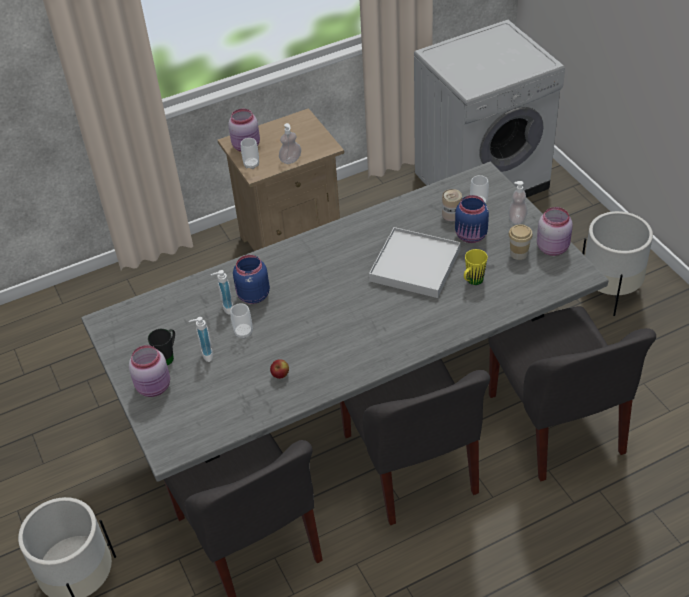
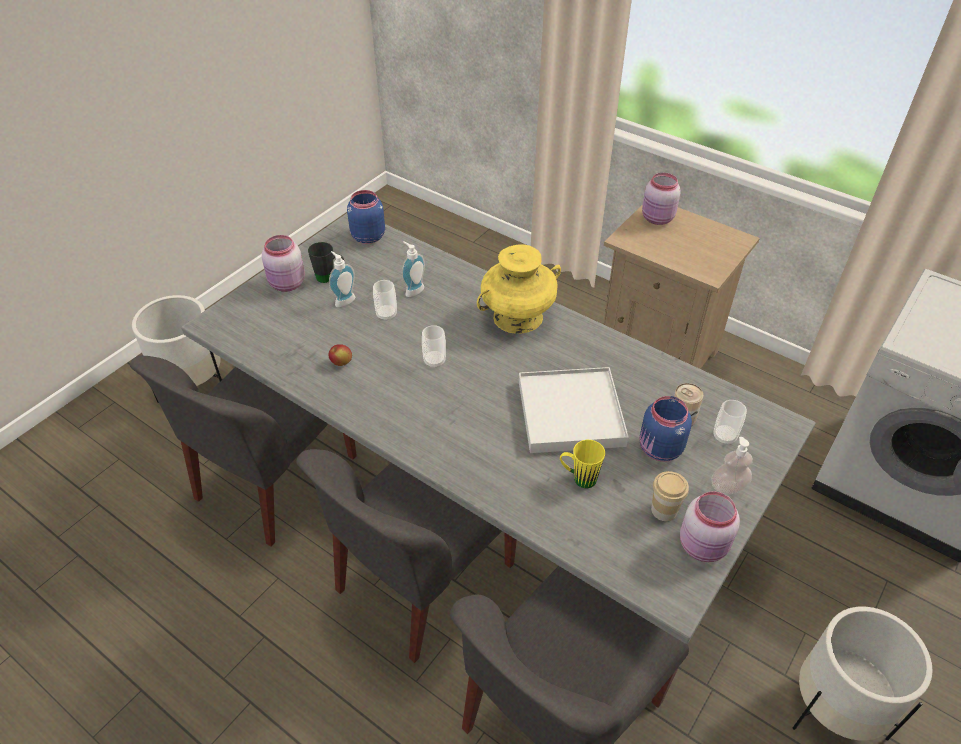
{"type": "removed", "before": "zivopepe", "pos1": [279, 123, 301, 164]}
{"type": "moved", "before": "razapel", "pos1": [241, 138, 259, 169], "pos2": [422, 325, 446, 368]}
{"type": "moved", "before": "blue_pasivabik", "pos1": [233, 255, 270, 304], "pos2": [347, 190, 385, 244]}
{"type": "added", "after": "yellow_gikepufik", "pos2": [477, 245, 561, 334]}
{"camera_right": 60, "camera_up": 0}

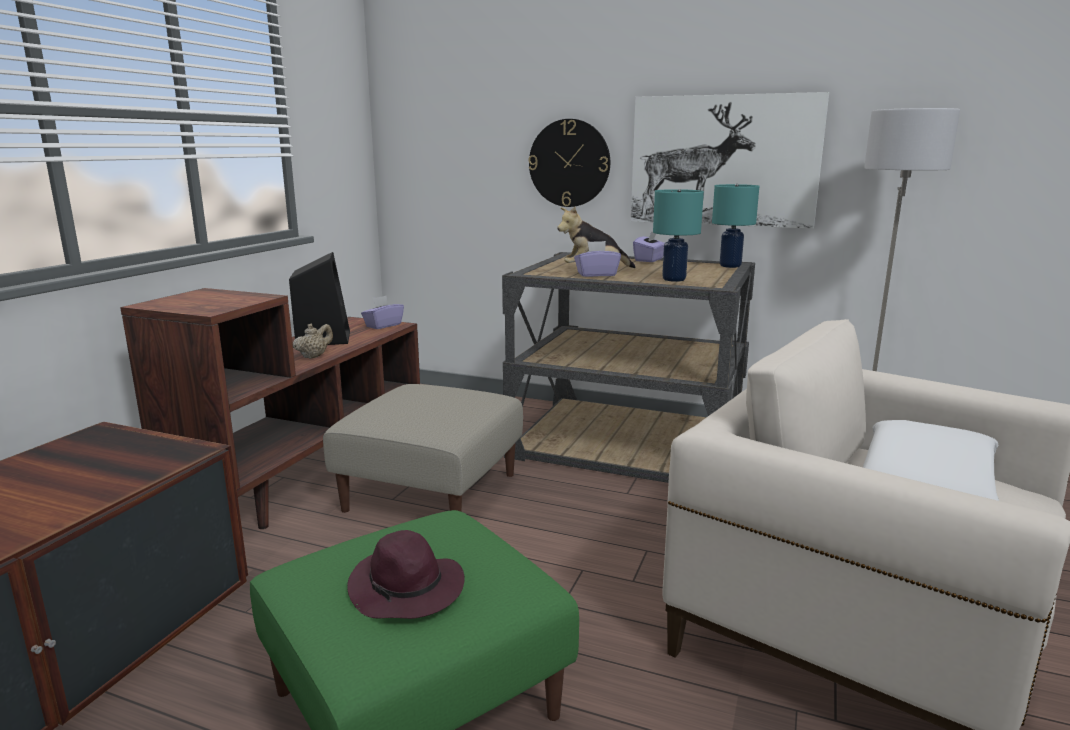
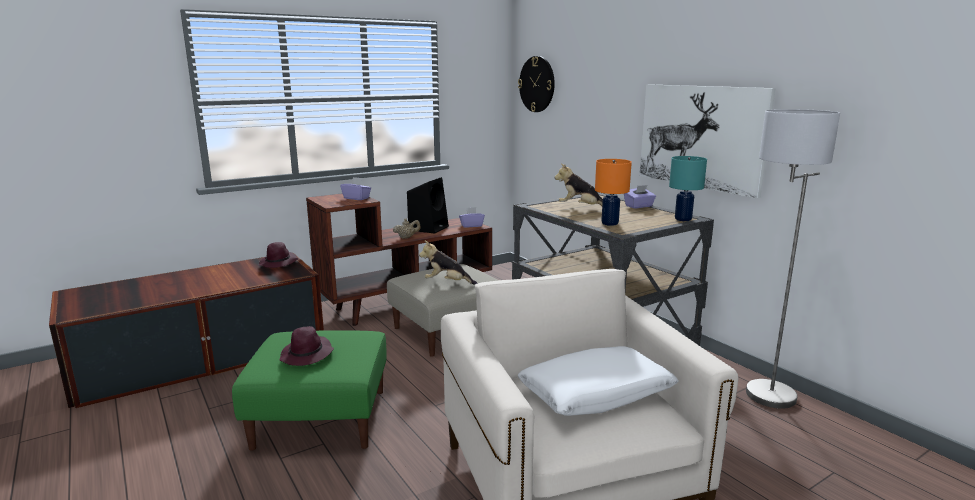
{"type": "moved", "before": "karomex", "pos1": [529, 119, 610, 207], "pos2": [518, 56, 555, 112]}
{"type": "recoloured", "before": "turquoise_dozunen", "after": "orange_dozunen", "pos1": [653, 189, 704, 282], "pos2": [595, 159, 632, 226]}
{"type": "moved", "before": "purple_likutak", "pos1": [574, 241, 621, 277], "pos2": [340, 177, 371, 200]}
{"type": "added", "after": "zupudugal", "pos2": [419, 240, 478, 285]}
{"type": "added", "after": "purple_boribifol", "pos2": [259, 242, 299, 268]}
{"camera_right": 35, "camera_up": 0}

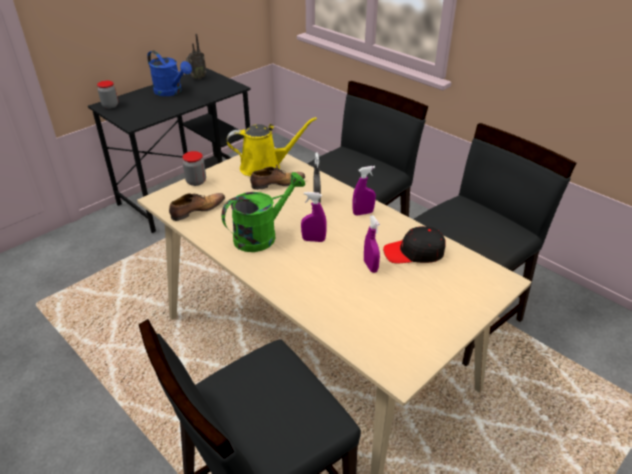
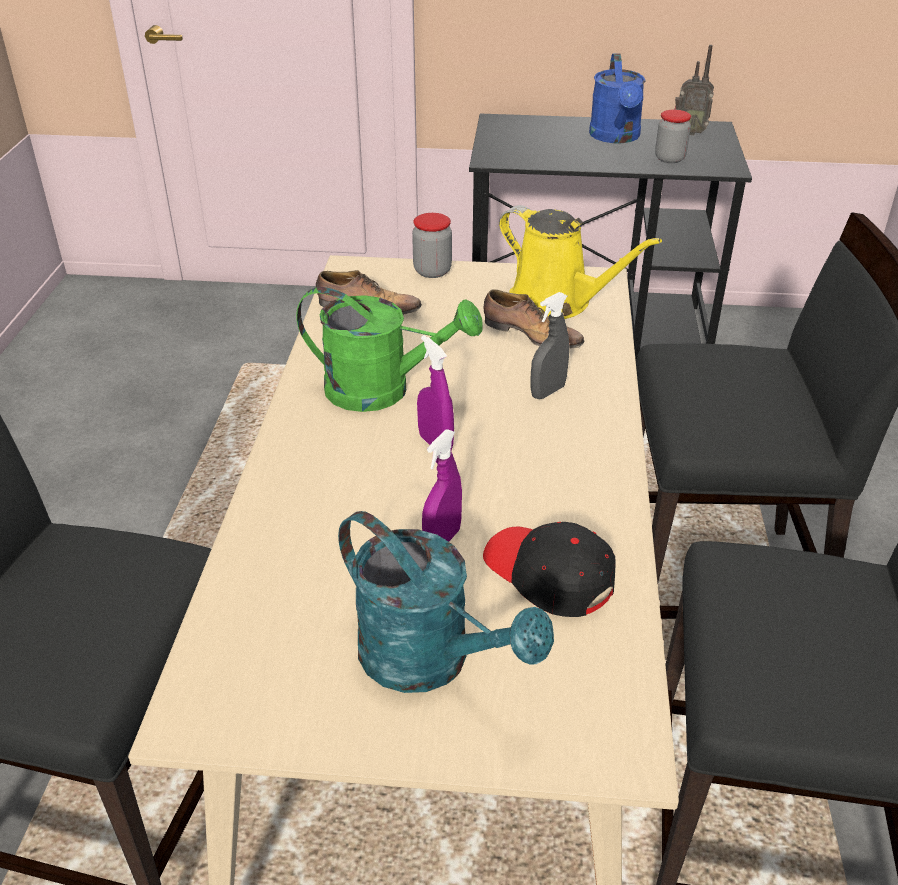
{"type": "moved", "before": "pasivabik", "pos1": [97, 80, 118, 109], "pos2": [655, 110, 691, 163]}
{"type": "removed", "before": "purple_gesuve", "pos1": [352, 166, 376, 216]}
{"type": "added", "after": "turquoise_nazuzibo", "pos2": [338, 511, 554, 693]}
{"camera_right": 50, "camera_up": 0}

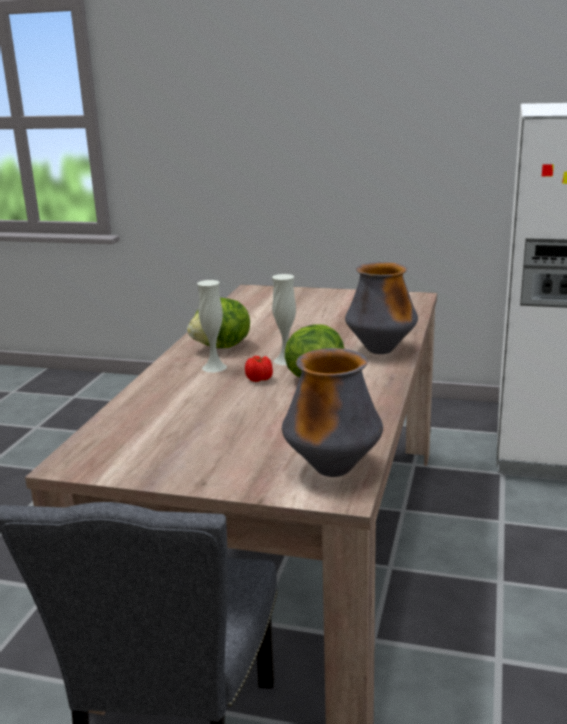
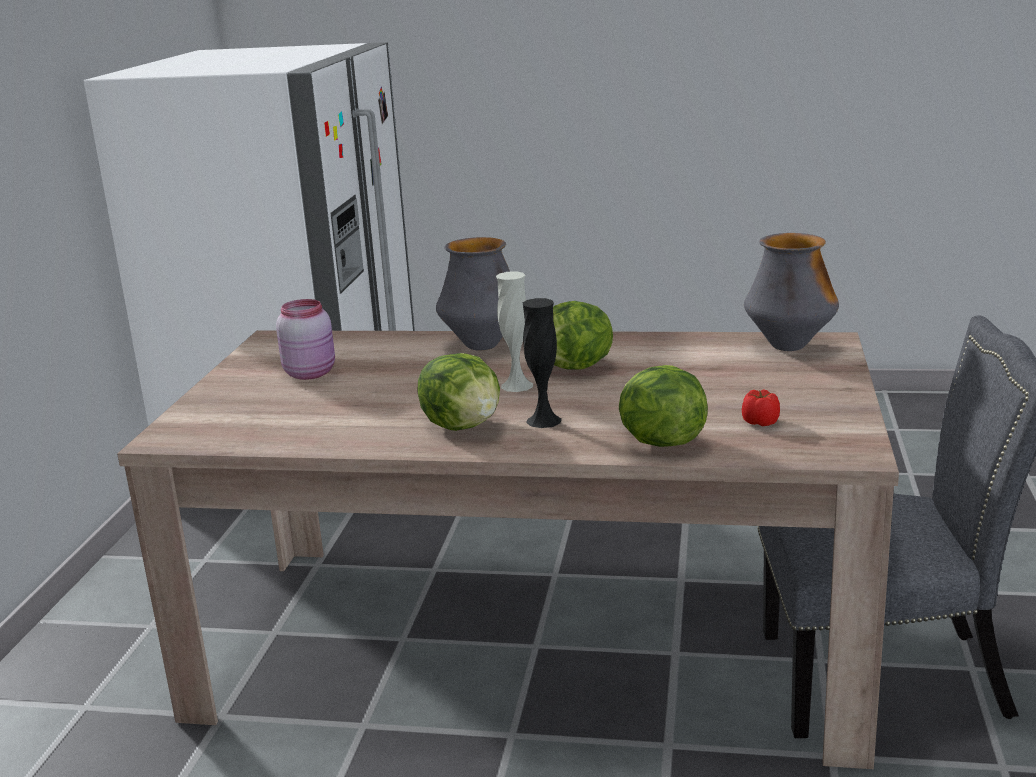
{"type": "recoloured", "before": "white_gikepufik", "after": "black_gikepufik", "pos1": [197, 280, 227, 372], "pos2": [523, 298, 562, 428]}
{"type": "moved", "before": "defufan", "pos1": [245, 356, 273, 382], "pos2": [742, 389, 780, 426]}
{"type": "added", "after": "pink_pasivabik", "pos2": [276, 299, 335, 380]}
{"type": "added", "after": "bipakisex", "pos2": [619, 365, 708, 447]}
{"camera_right": -95, "camera_up": 0}

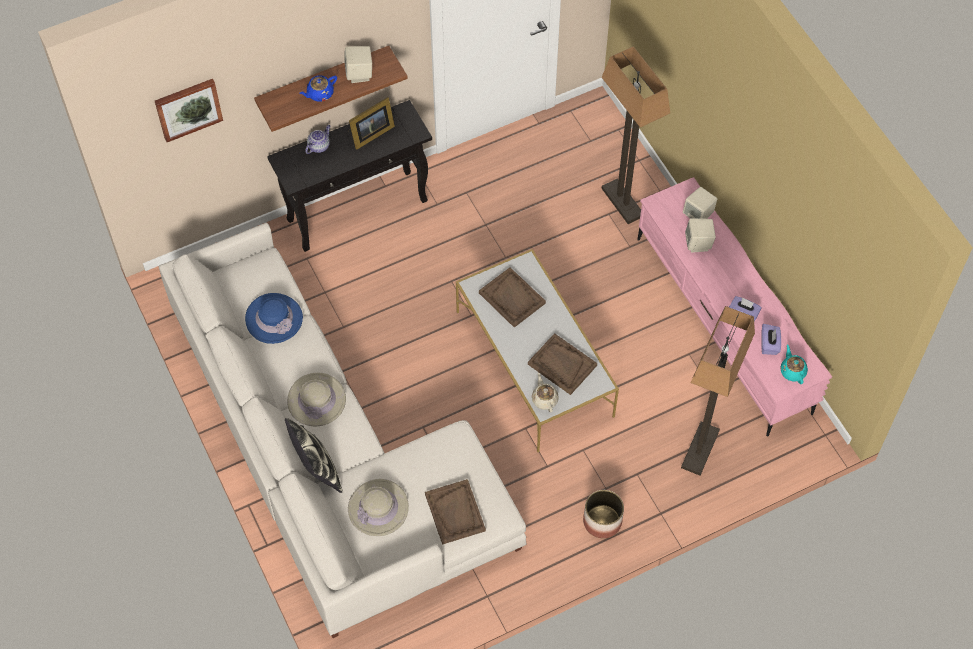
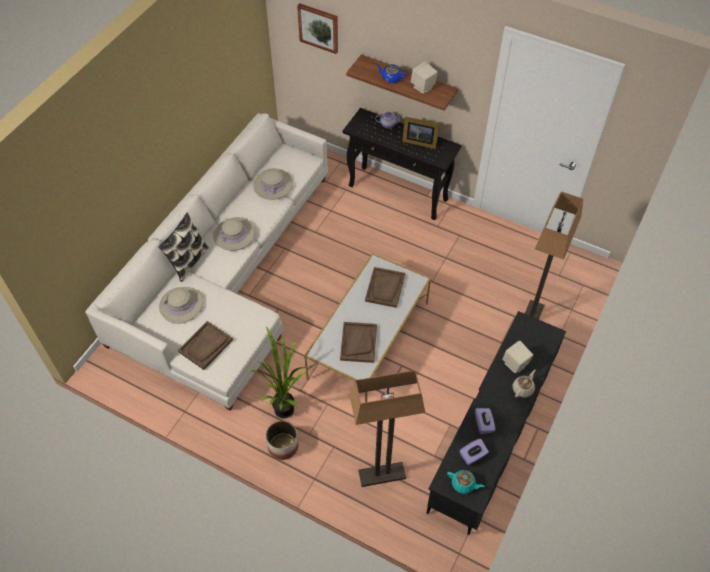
{"type": "recoloured", "before": "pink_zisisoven", "after": "black_zisisoven", "pos1": [637, 177, 832, 436], "pos2": [426, 311, 566, 535]}
{"type": "removed", "before": "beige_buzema", "pos1": [683, 187, 717, 219]}
{"type": "recoloured", "before": "blue_boribifol", "after": "beige_boribifol", "pos1": [245, 293, 303, 344], "pos2": [253, 168, 293, 200]}
{"type": "turned", "before": "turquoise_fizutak", "pos1": [780, 344, 808, 384], "pos2": [447, 470, 485, 494], "turn": 75}
{"type": "moved", "before": "beige_fizutak", "pos1": [532, 373, 559, 413], "pos2": [513, 370, 536, 398]}
{"type": "added", "after": "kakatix", "pos2": [246, 327, 307, 418]}
{"camera_right": 55, "camera_up": -5}

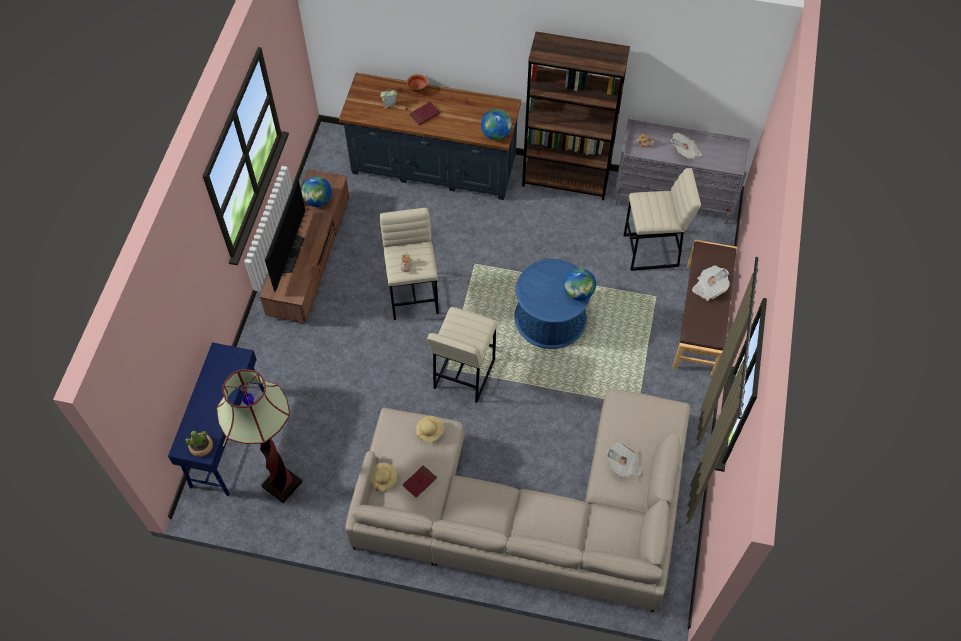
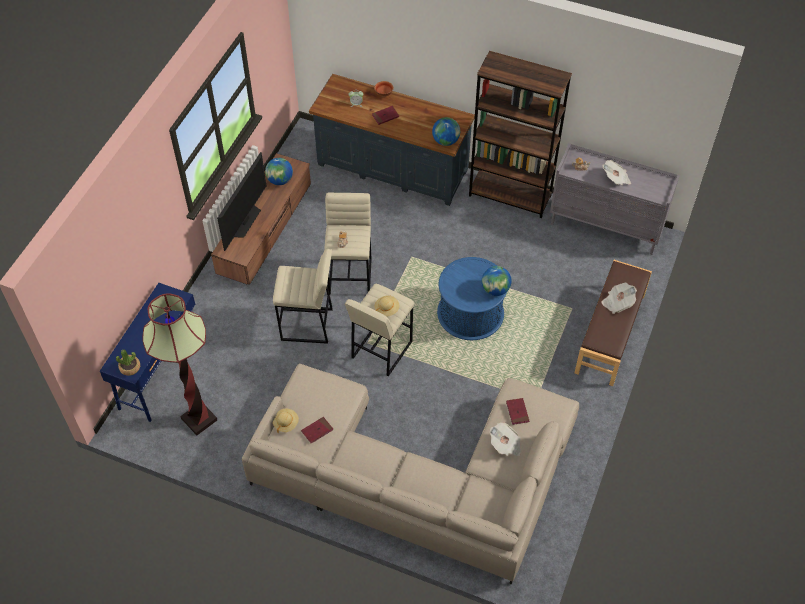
{"type": "moved", "before": "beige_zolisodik", "pos1": [624, 168, 701, 271], "pos2": [273, 249, 333, 344]}
{"type": "moved", "before": "beige_boribifol", "pos1": [416, 416, 444, 442], "pos2": [375, 295, 400, 316]}
{"type": "added", "after": "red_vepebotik", "pos2": [506, 398, 529, 425]}
{"camera_right": 10, "camera_up": -5}

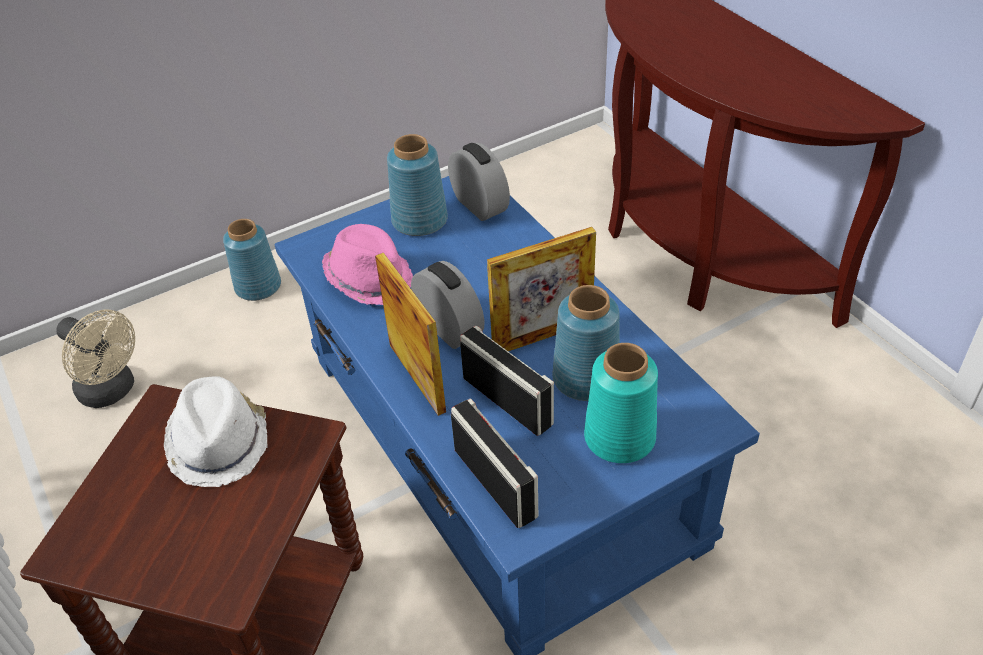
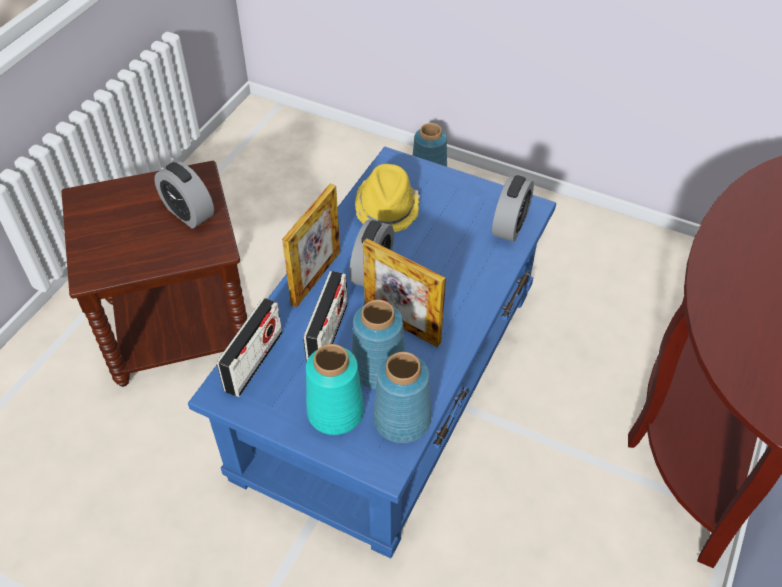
{"type": "moved", "before": "blue_gikepufik", "pos1": [387, 134, 448, 236], "pos2": [373, 352, 431, 443]}
{"type": "recoloured", "before": "pink_boribifol", "after": "yellow_boribifol", "pos1": [322, 224, 413, 305], "pos2": [355, 164, 420, 232]}
{"type": "removed", "before": "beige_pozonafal", "pos1": [56, 310, 135, 408]}
{"type": "replaced", "before": "white_boribifol", "after": "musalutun", "pos1": [164, 376, 267, 487], "pos2": [154, 161, 214, 229]}
{"camera_right": 55, "camera_up": 5}

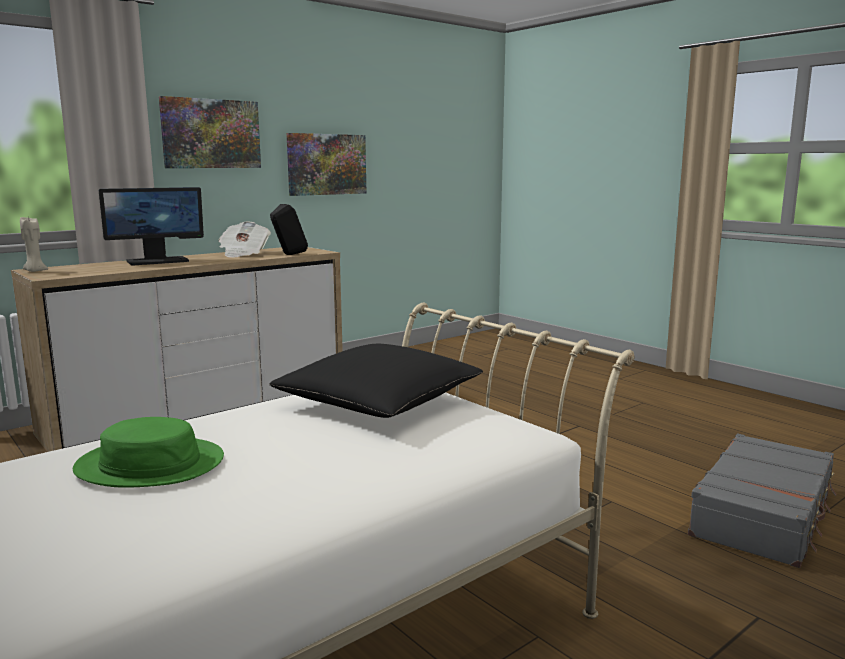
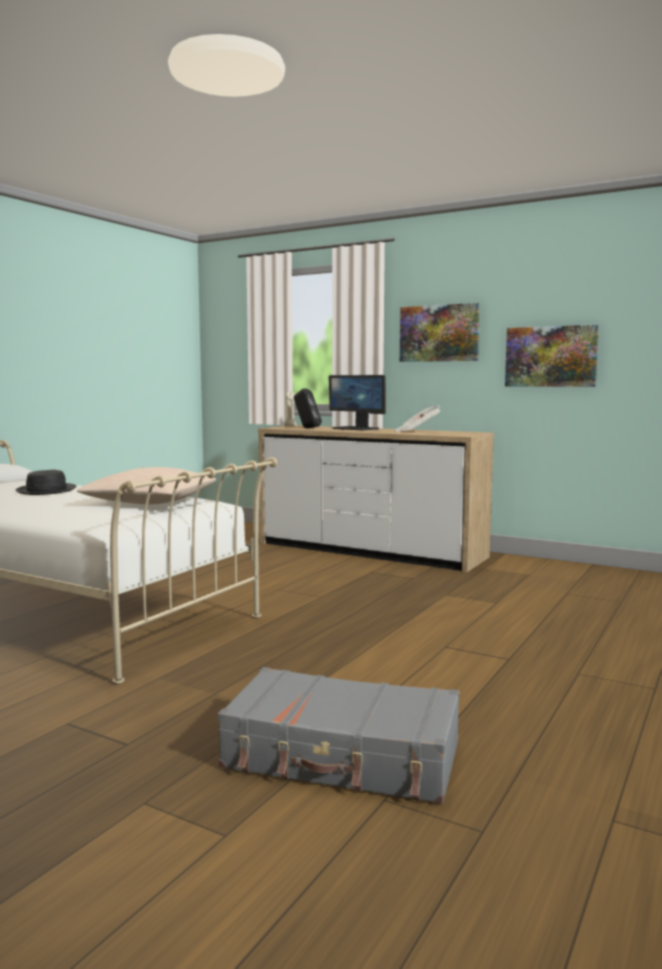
{"type": "moved", "before": "black_buzema", "pos1": [270, 204, 308, 255], "pos2": [294, 389, 322, 428]}
{"type": "recoloured", "before": "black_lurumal", "after": "beige_lurumal", "pos1": [269, 344, 483, 418], "pos2": [77, 467, 216, 504]}
{"type": "recoloured", "before": "green_boribifol", "after": "black_boribifol", "pos1": [73, 417, 224, 488], "pos2": [16, 470, 76, 495]}
{"camera_right": 70, "camera_up": -5}

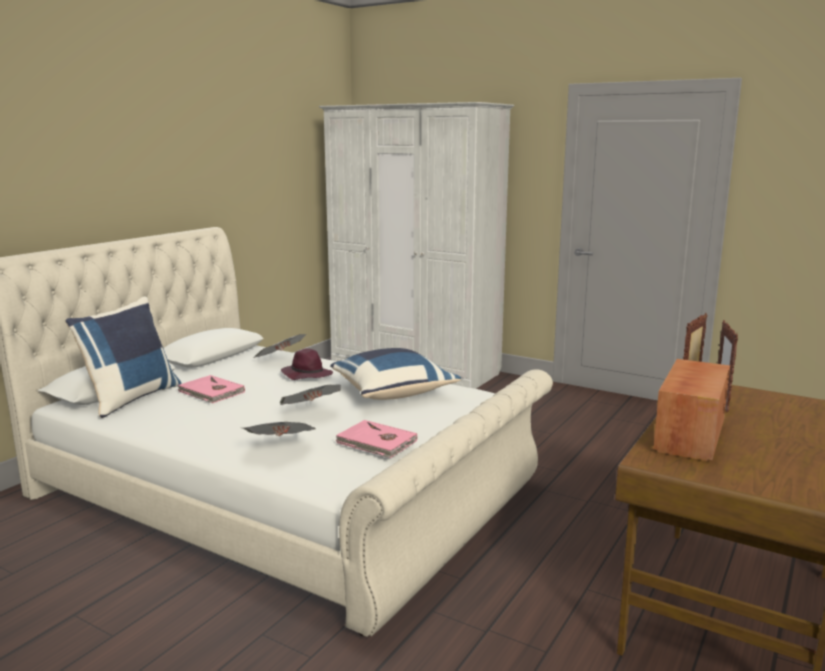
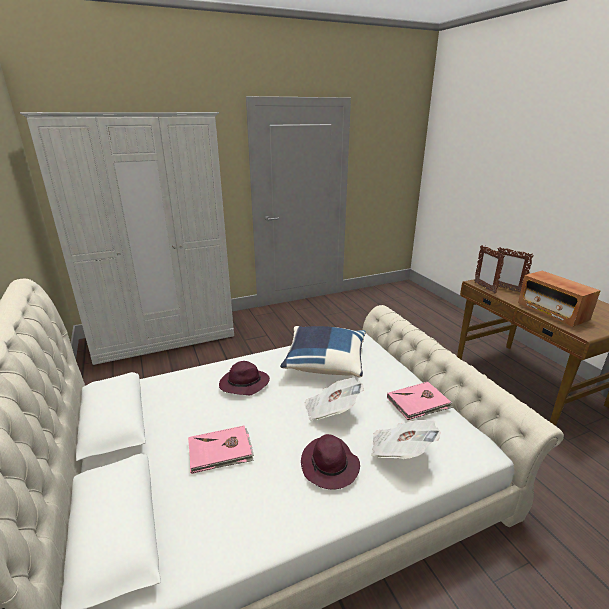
{"type": "removed", "before": "blue_lurumal", "pos1": [65, 297, 182, 418]}
{"type": "removed", "before": "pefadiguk", "pos1": [253, 334, 306, 358]}
{"type": "added", "after": "purple_boribifol", "pos2": [301, 434, 360, 490]}
{"camera_right": -55, "camera_up": 10}

